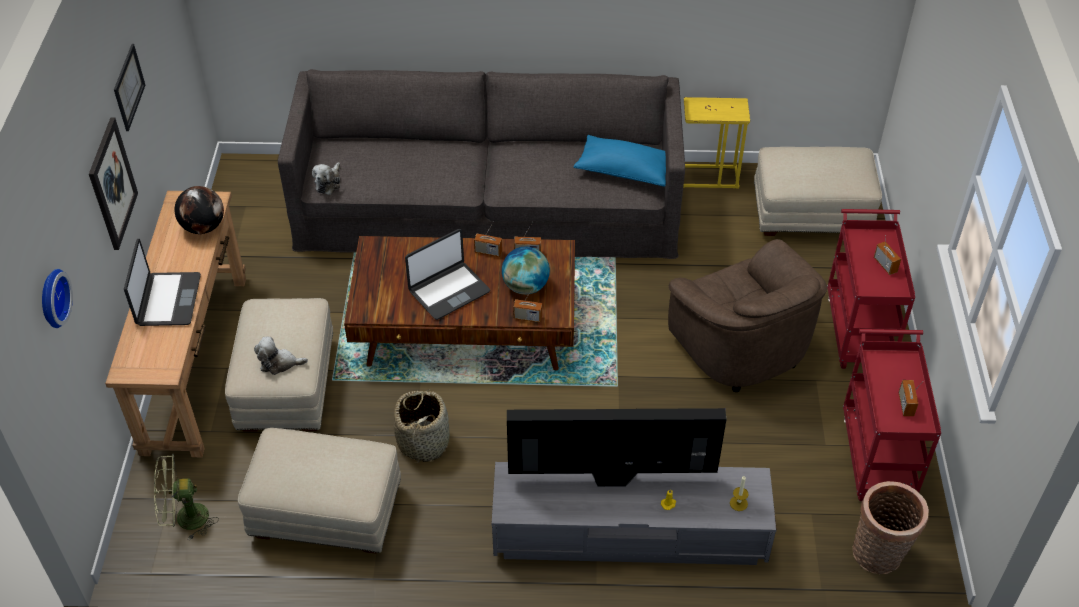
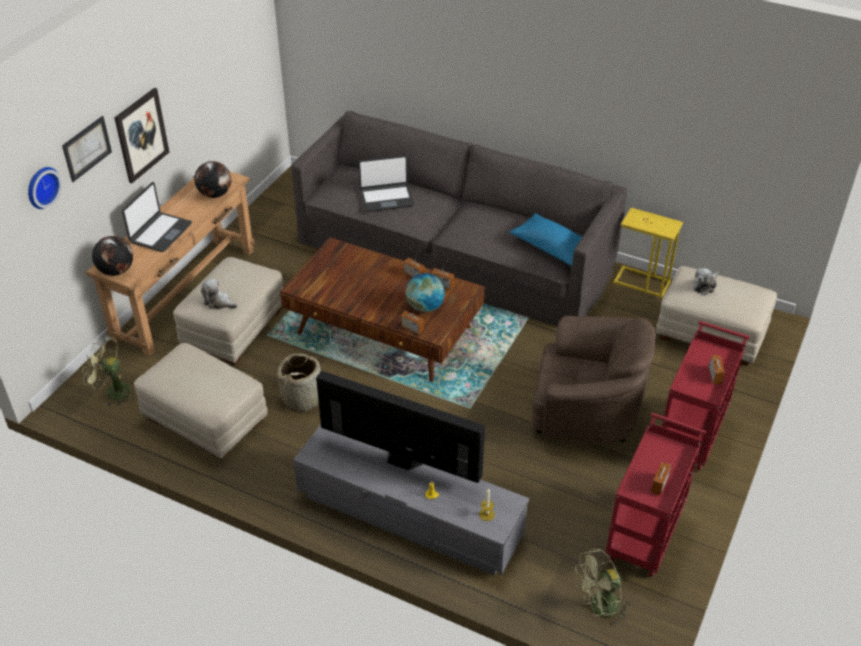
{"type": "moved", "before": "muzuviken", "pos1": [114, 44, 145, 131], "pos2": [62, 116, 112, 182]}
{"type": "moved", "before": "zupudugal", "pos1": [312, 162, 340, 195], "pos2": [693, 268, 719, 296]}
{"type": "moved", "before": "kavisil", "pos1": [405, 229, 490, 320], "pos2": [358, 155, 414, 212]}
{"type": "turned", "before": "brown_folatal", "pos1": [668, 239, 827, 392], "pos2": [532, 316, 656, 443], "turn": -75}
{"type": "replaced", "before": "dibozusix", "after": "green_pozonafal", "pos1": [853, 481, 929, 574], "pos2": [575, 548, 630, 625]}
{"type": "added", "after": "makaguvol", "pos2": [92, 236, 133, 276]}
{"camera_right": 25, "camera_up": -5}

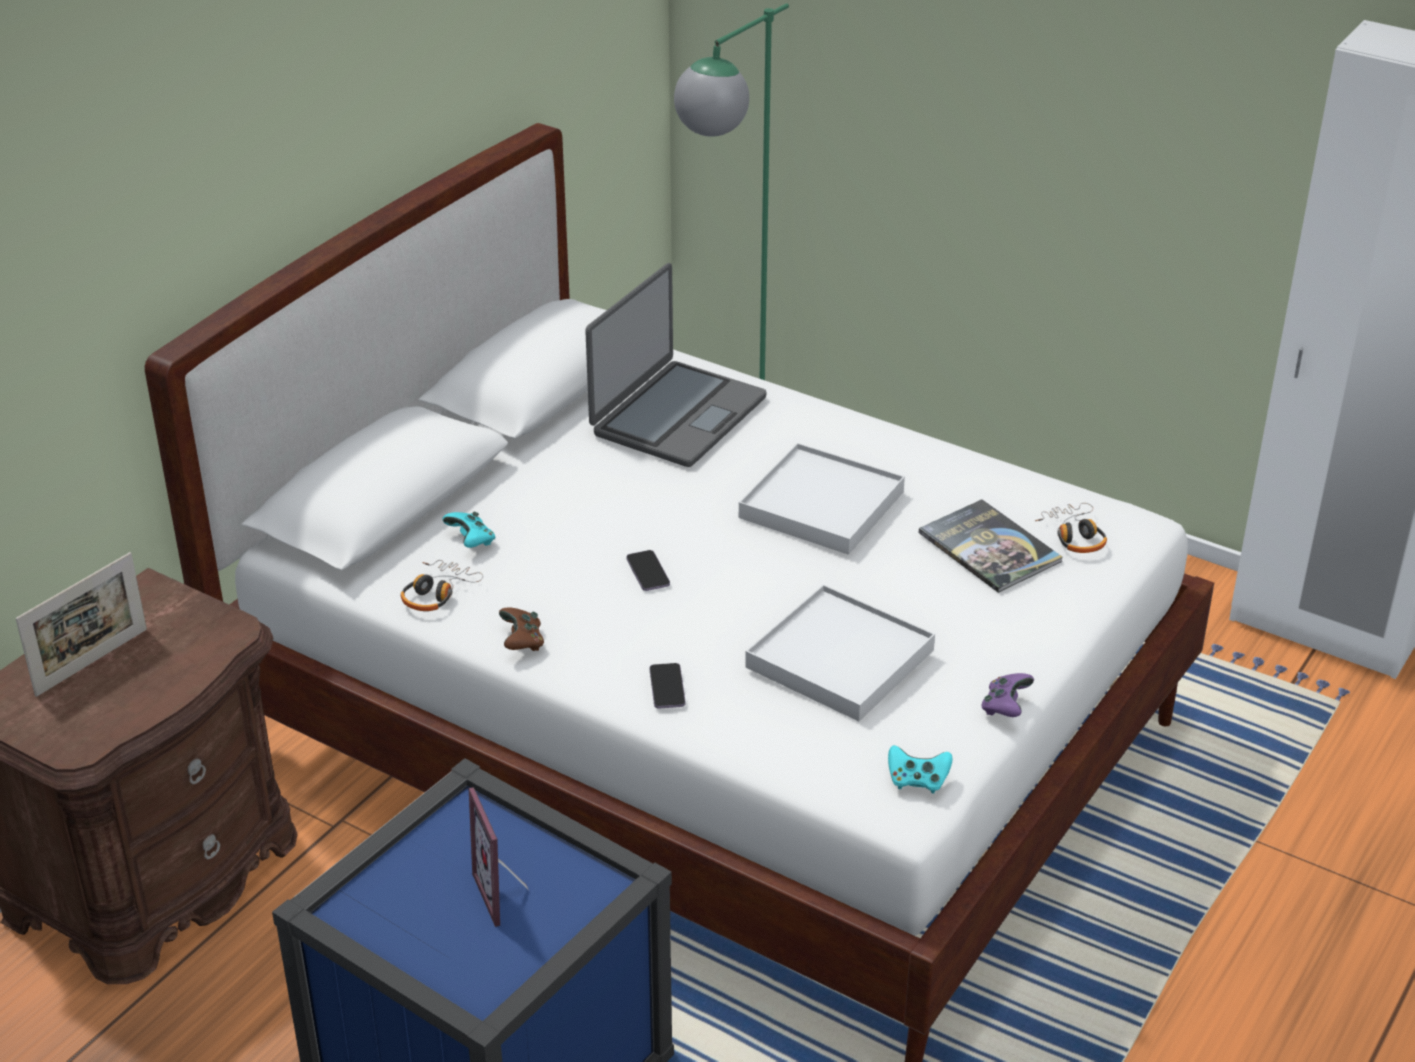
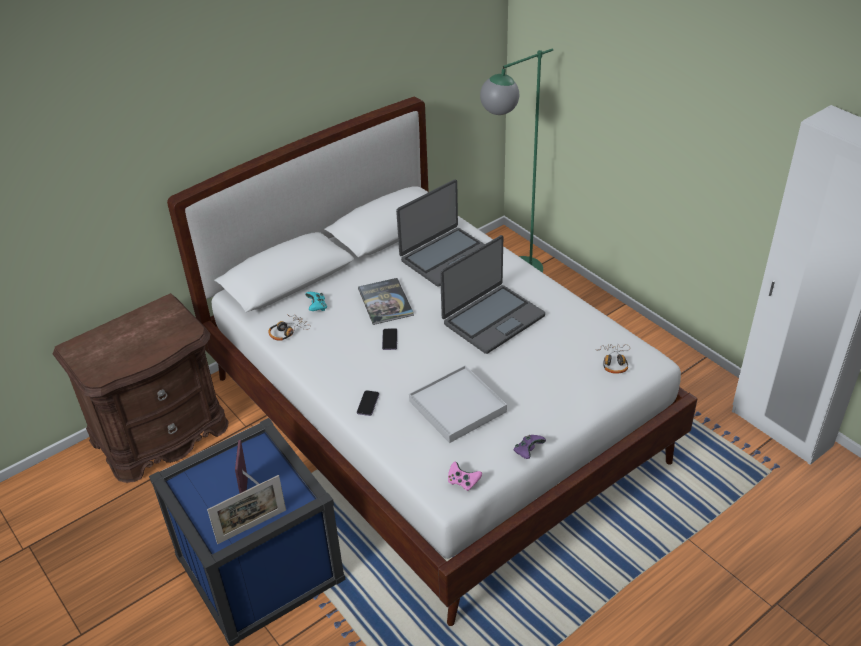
{"type": "replaced", "before": "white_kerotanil", "after": "kavisil", "pos1": [739, 443, 905, 555], "pos2": [440, 235, 545, 354]}
{"type": "moved", "before": "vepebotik", "pos1": [919, 499, 1062, 593], "pos2": [358, 278, 414, 325]}
{"type": "moved", "before": "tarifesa", "pos1": [16, 552, 147, 697], "pos2": [207, 475, 286, 544]}
{"type": "removed", "before": "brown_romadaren", "pos1": [499, 608, 544, 651]}
{"type": "recoloured", "before": "turquoise_romadaren", "after": "pink_romadaren", "pos1": [888, 745, 952, 794], "pos2": [448, 461, 482, 491]}
{"camera_right": 20, "camera_up": 5}

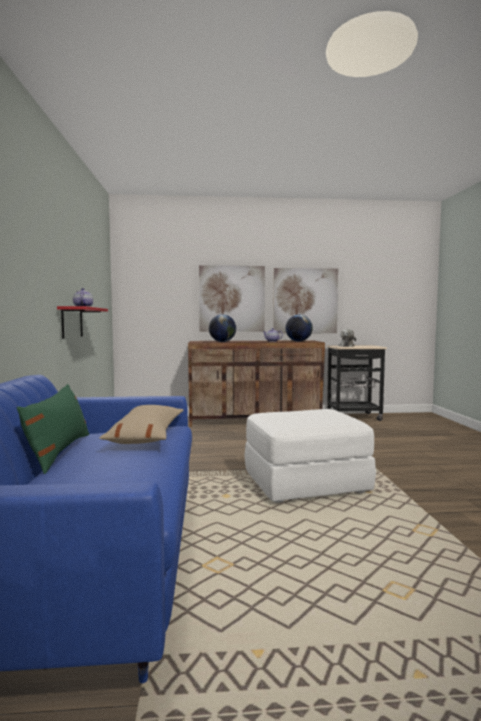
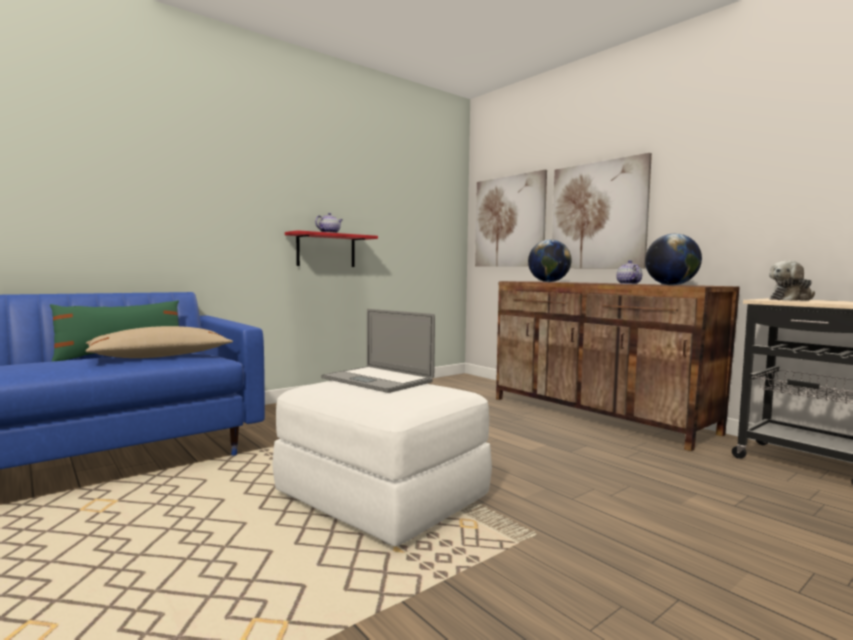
{"type": "moved", "before": "muzuviken", "pos1": [273, 268, 338, 333], "pos2": [475, 170, 547, 267]}
{"type": "added", "after": "kavisil", "pos2": [321, 309, 435, 393]}
{"camera_right": 55, "camera_up": 0}

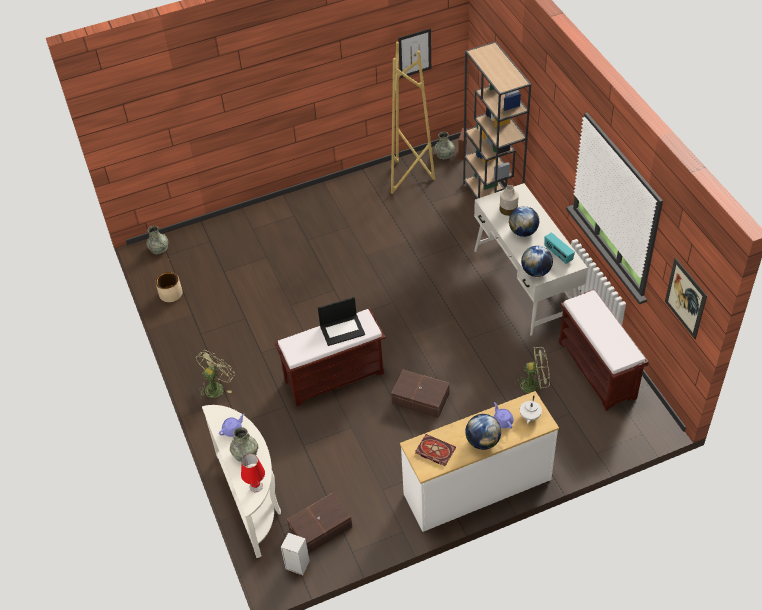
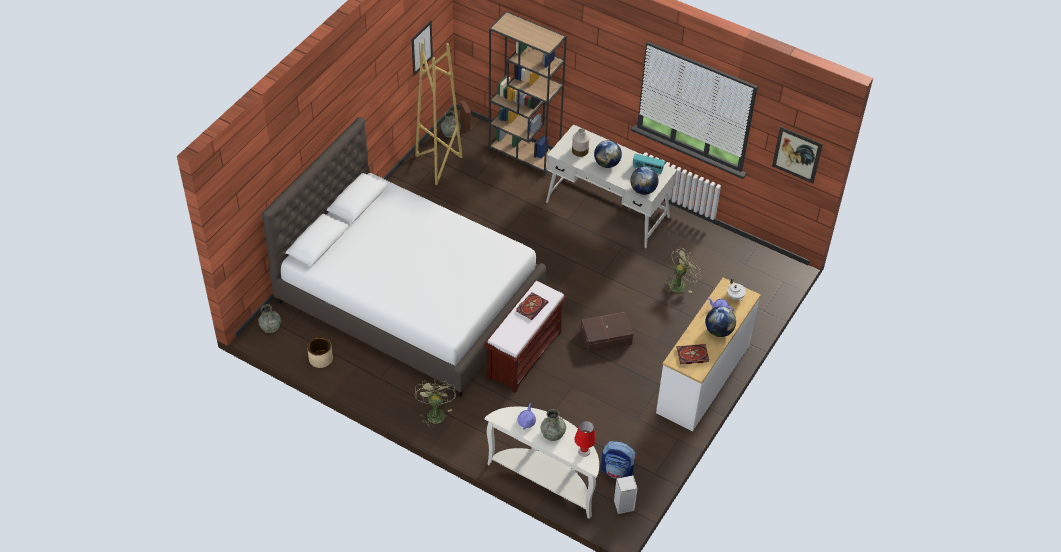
{"type": "removed", "before": "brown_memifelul", "pos1": [559, 289, 649, 411]}
{"type": "replaced", "before": "kavisil", "after": "vepebotik", "pos1": [318, 297, 365, 346], "pos2": [516, 292, 548, 320]}
{"type": "replaced", "before": "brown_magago", "after": "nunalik", "pos1": [287, 493, 352, 553], "pos2": [601, 441, 637, 479]}
{"type": "added", "after": "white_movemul", "pos2": [262, 117, 546, 397]}
{"camera_right": -40, "camera_up": 0}

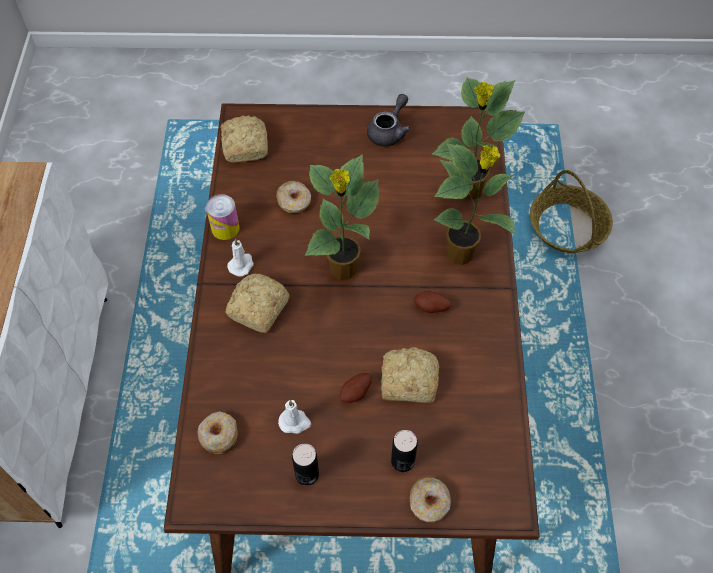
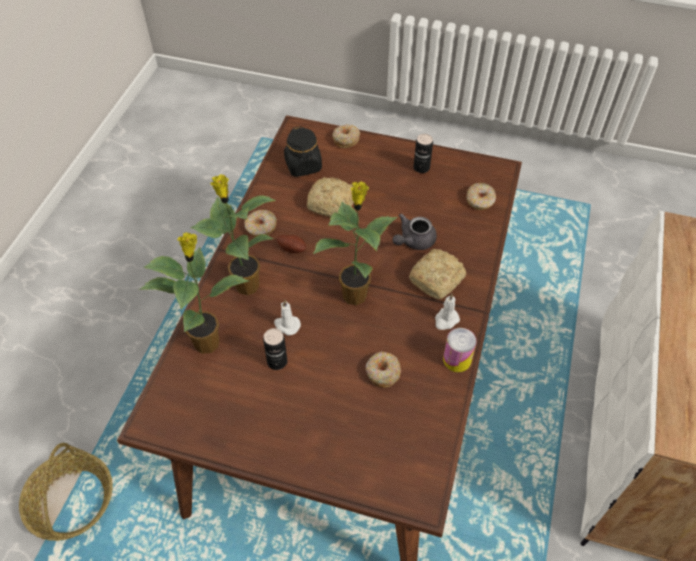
{"type": "moved", "before": "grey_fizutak", "pos1": [367, 94, 411, 147], "pos2": [392, 214, 437, 250]}
{"type": "removed", "before": "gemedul", "pos1": [221, 115, 268, 162]}
{"type": "removed", "before": "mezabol", "pos1": [340, 373, 372, 403]}
{"type": "moved", "before": "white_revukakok", "pos1": [278, 400, 311, 434], "pos2": [274, 300, 301, 335]}
{"type": "moved", "before": "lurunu", "pos1": [391, 430, 418, 472], "pos2": [263, 328, 287, 370]}
{"type": "added", "after": "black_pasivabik", "pos2": [284, 126, 322, 177]}
{"type": "added", "after": "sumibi", "pos2": [244, 210, 277, 237]}
{"camera_right": -165, "camera_up": -5}

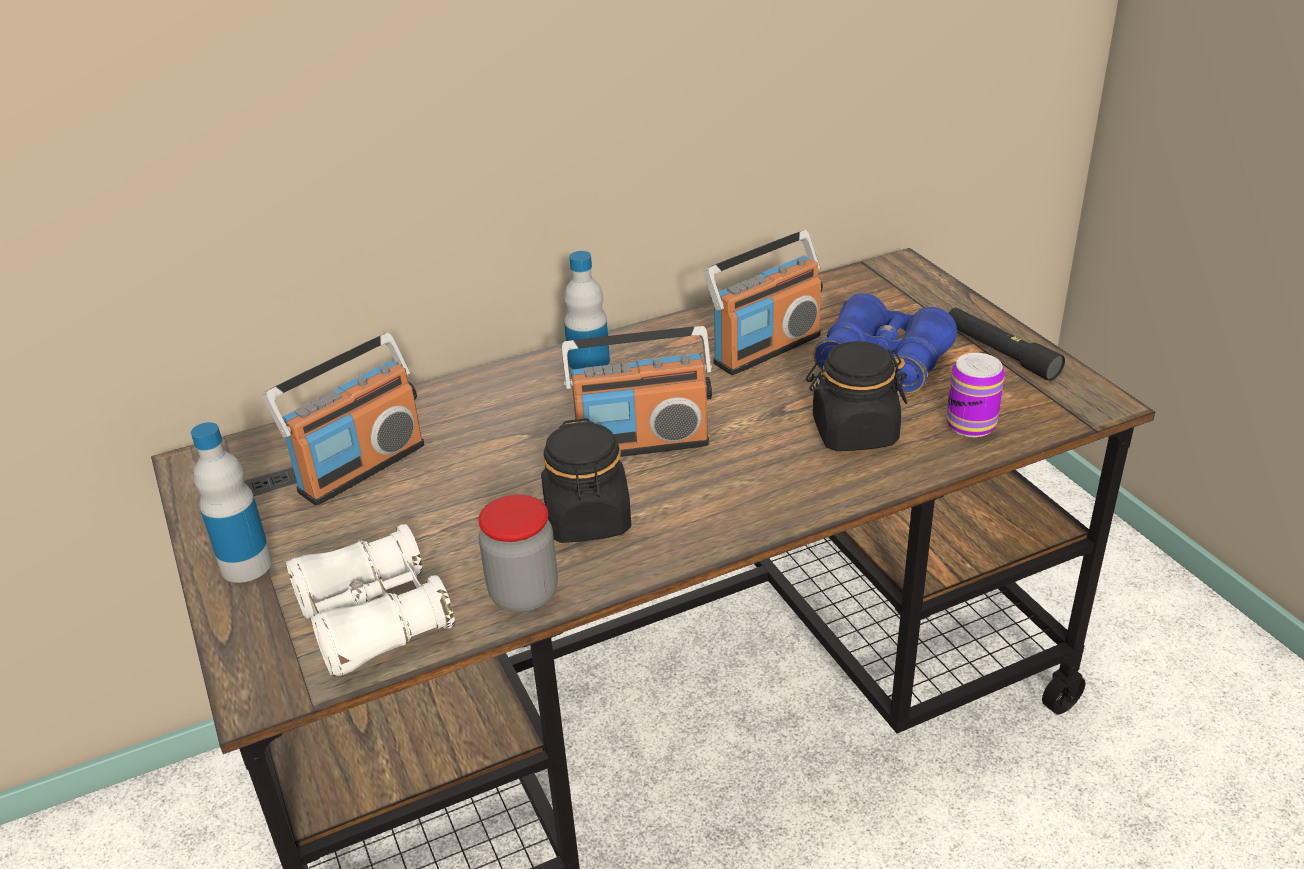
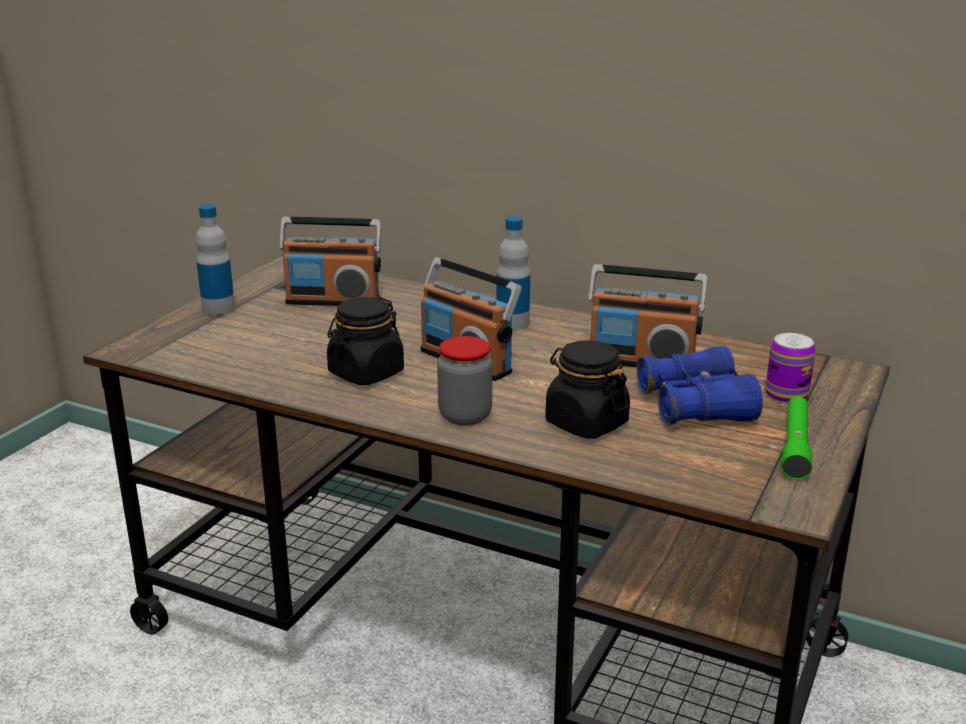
{"type": "recoloured", "before": "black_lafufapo", "after": "green_lafufapo", "pos1": [949, 307, 1065, 381], "pos2": [782, 396, 812, 480]}
{"type": "moved", "before": "lurunu", "pos1": [946, 353, 1005, 437], "pos2": [766, 333, 816, 404]}
{"type": "moved", "before": "pasivabik", "pos1": [478, 495, 558, 612], "pos2": [437, 336, 492, 426]}
{"type": "removed", "before": "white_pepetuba", "pos1": [286, 524, 455, 677]}
{"camera_right": 50, "camera_up": -10}

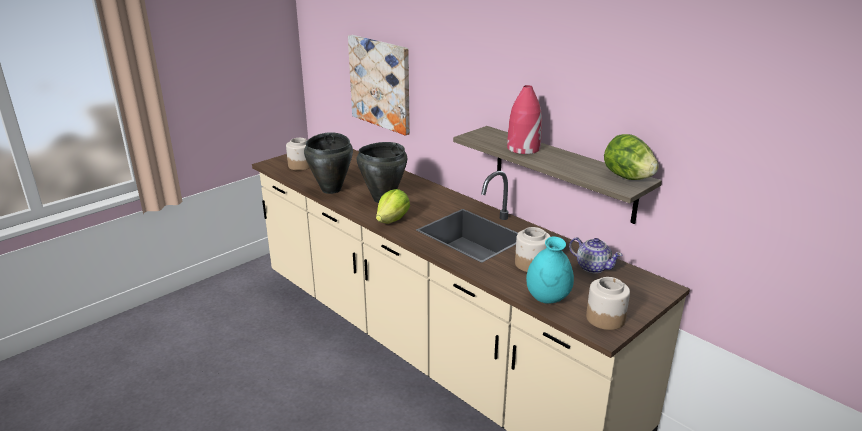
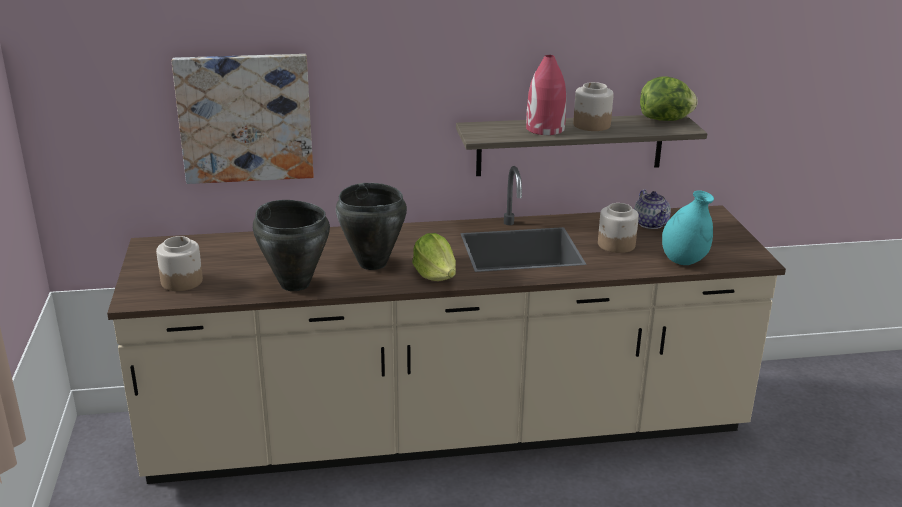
{"type": "turned", "before": "fizutak", "pos1": [569, 237, 622, 273], "pos2": [634, 189, 671, 229], "turn": 90}
{"type": "moved", "before": "pasivabik", "pos1": [586, 277, 630, 330], "pos2": [573, 82, 614, 131]}
{"camera_right": -55, "camera_up": 0}

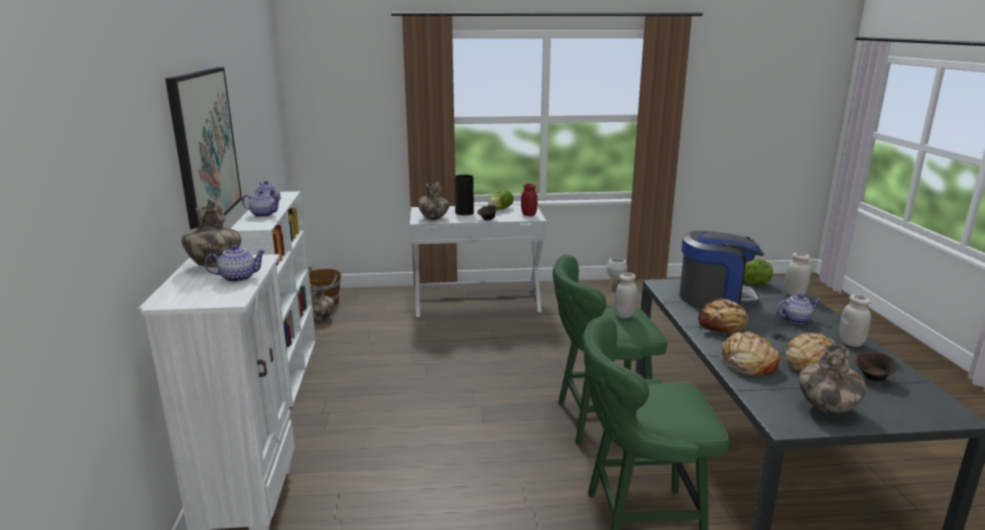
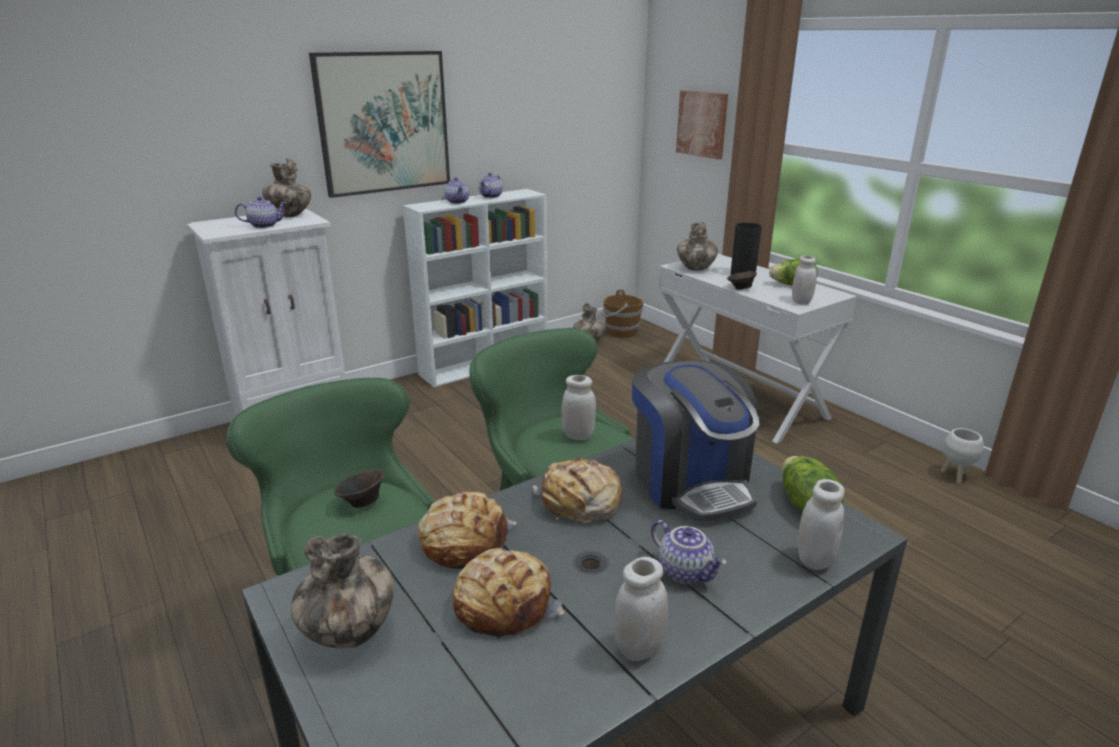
{"type": "recoloured", "before": "red_pasivabik", "after": "white_pasivabik", "pos1": [521, 184, 538, 216], "pos2": [792, 255, 817, 305]}
{"type": "turned", "before": "fizutak", "pos1": [204, 245, 266, 282], "pos2": [235, 196, 287, 228], "turn": -60}
{"type": "moved", "before": "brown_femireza", "pos1": [855, 352, 898, 382], "pos2": [334, 468, 384, 508]}
{"type": "added", "after": "muzuviken", "pos2": [676, 90, 728, 160]}
{"camera_right": 60, "camera_up": 5}

